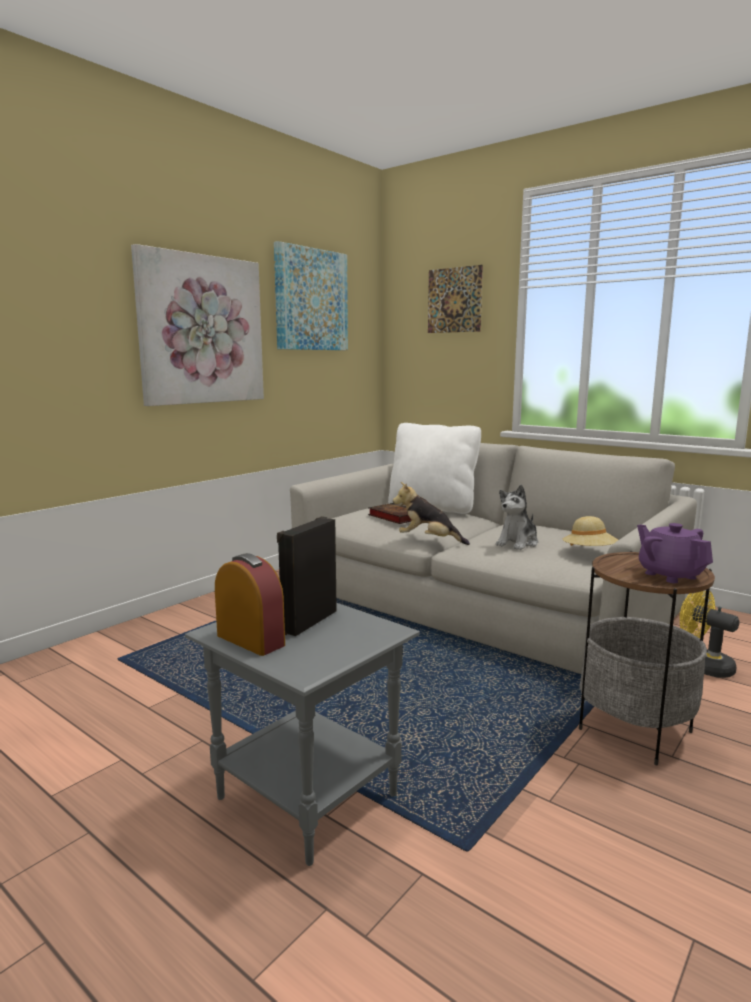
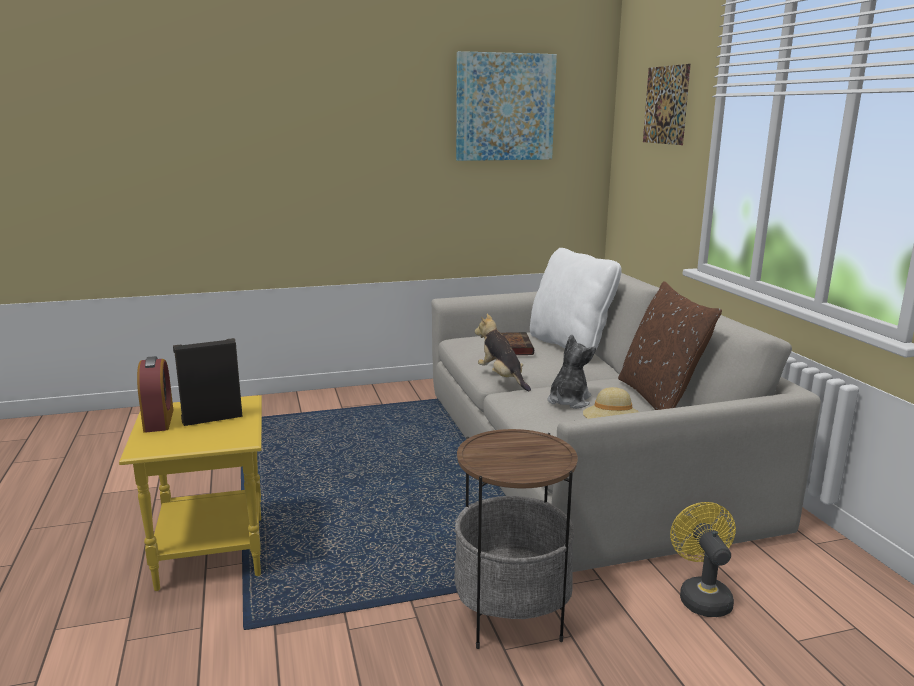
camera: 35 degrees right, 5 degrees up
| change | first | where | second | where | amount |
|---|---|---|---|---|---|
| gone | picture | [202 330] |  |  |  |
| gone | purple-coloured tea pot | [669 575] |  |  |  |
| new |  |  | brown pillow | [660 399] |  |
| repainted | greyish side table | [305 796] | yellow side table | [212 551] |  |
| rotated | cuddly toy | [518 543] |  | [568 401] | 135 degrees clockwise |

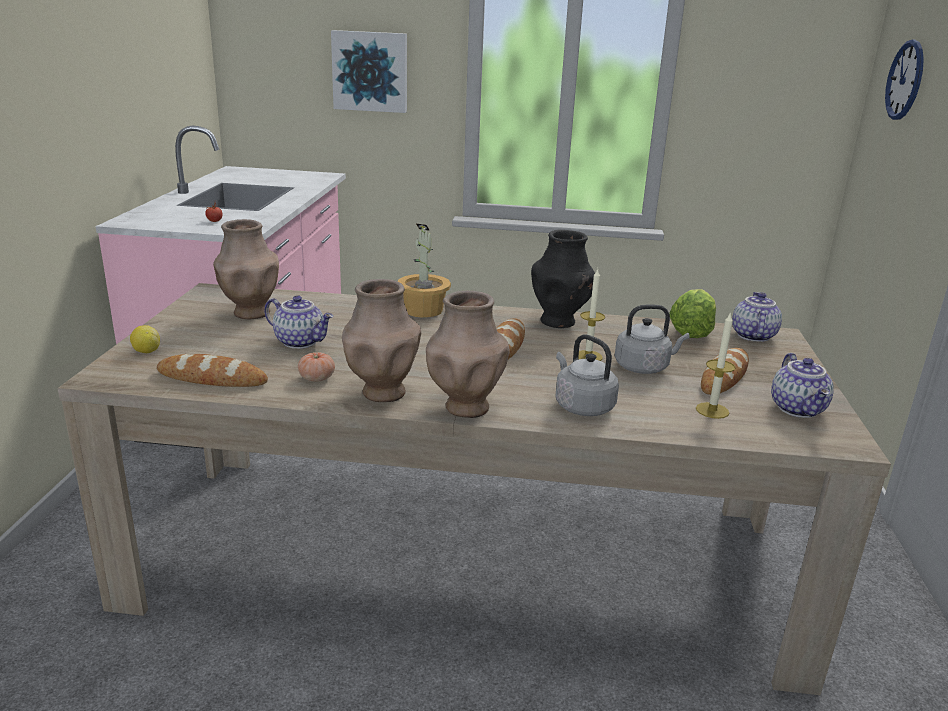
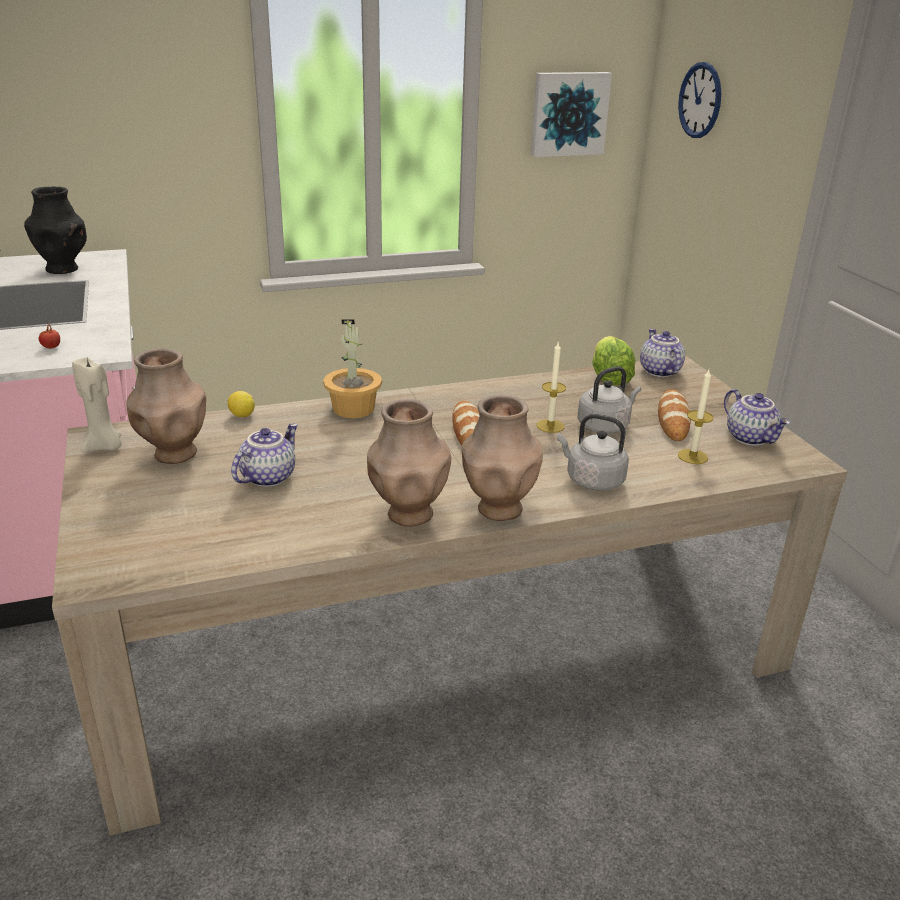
camera: 25 degrees left, 5 degrees up
| change | first | where | second | where | amount |
|---|---|---|---|---|---|
| gone | baked bread | [212 378] |  |  |  |
| gone | fresh tomato | [317 378] |  |  |  |
| new |  |  | beige-coloured candle | [104 447] |  |
| shifted | citrus fruit | [146 351] |  | [242 415] |  |
| shifted | picture | [370 71] |  | [568 114] |  |
| shifted | black flower vase | [558 322] |  | [63 269] |  |
| rotated | tea pot | [301 342] |  | [267 477] | 60 degrees counterclockwise |

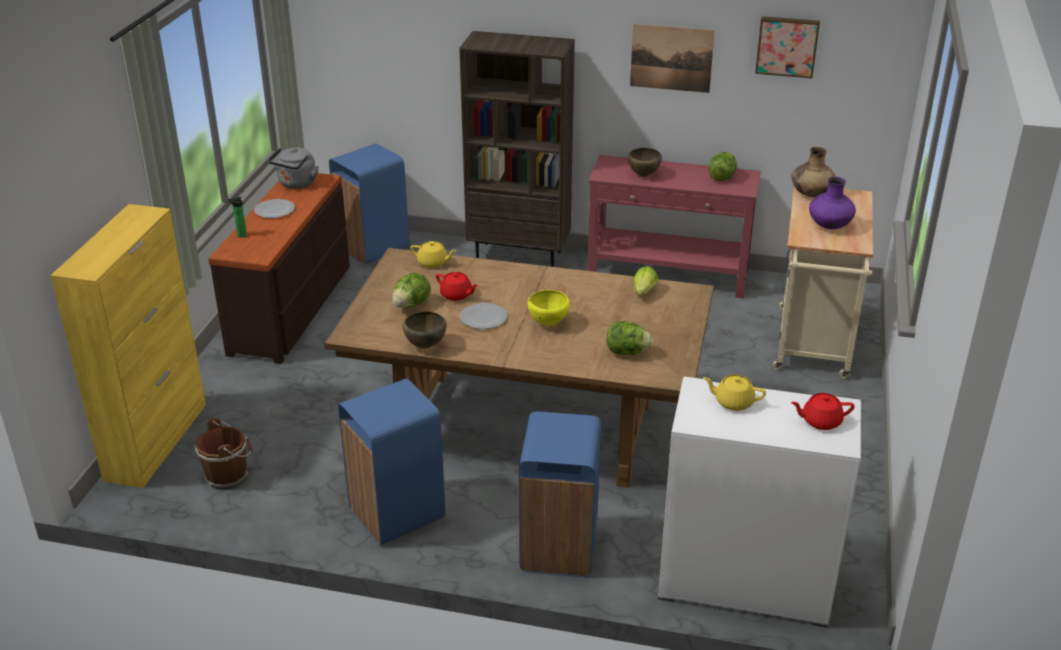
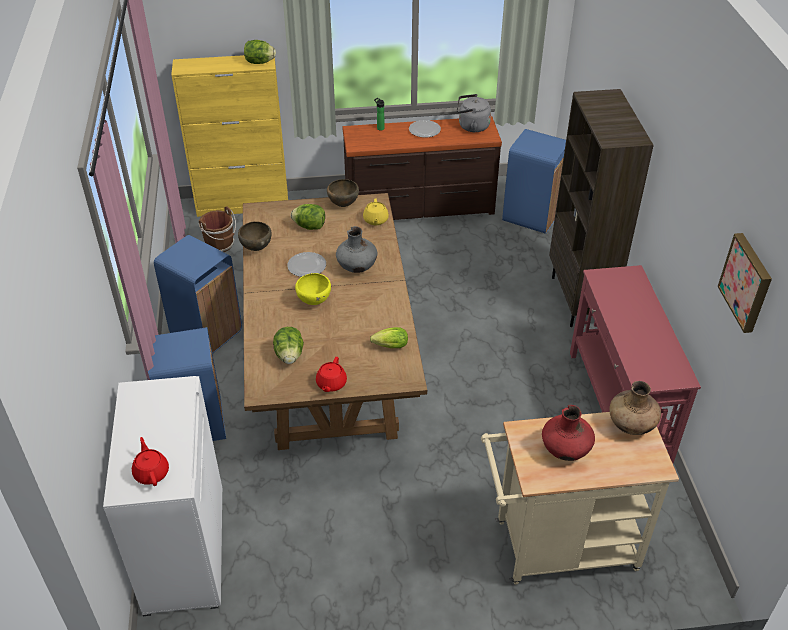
camera: 70 degrees right, 10 degrees up
| change | first | where | second | where | amount |
|---|---|---|---|---|---|
| gone | picture | [671 58] |  |  |  |
| gone | yellow tea pot | [733 402] |  |  |  |
| new |  |  | greyish flower vase | [357 267] |  |
| shifted | red tea pot | [456 295] |  | [331 384] |  |
| shifted | brown serving bowl | [643 175] |  | [343 205] |  |
| shifted | lettuce head | [721 177] |  | [259 62] |  |
| repainted | purple-coloured flower vase | [829 226] | red flower vase | [565 450] |  |

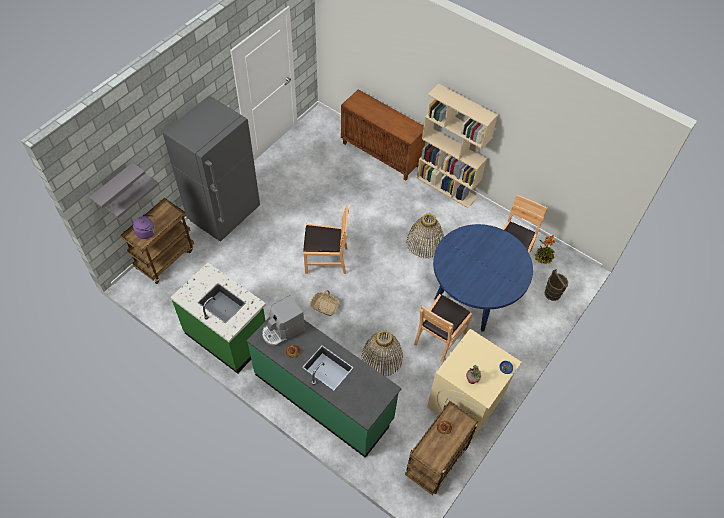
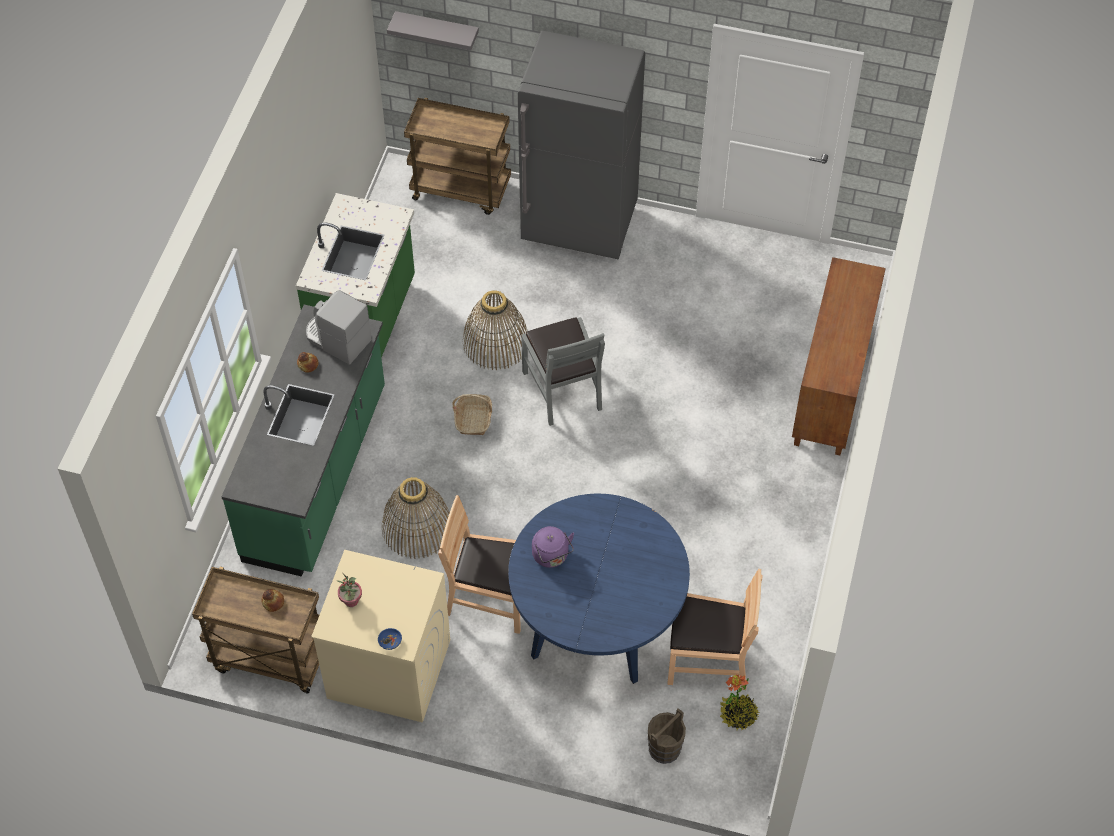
camera: 70 degrees right, 0 degrees up
| change | first | where | second | where | amount |
|---|---|---|---|---|---|
| gone | greyish bracket shelf | [128 196] |  |  |  |
| gone | beige-coloured bookshelf | [447 187] |  |  |  |
| shifted | purple-coloured tea kettle | [147 232] |  | [552 556] |  |
| shifted | basket | [425 243] |  | [495 342] |  |
| repainted | brown chair | [326 259] | greyish chair | [563 389] |  |

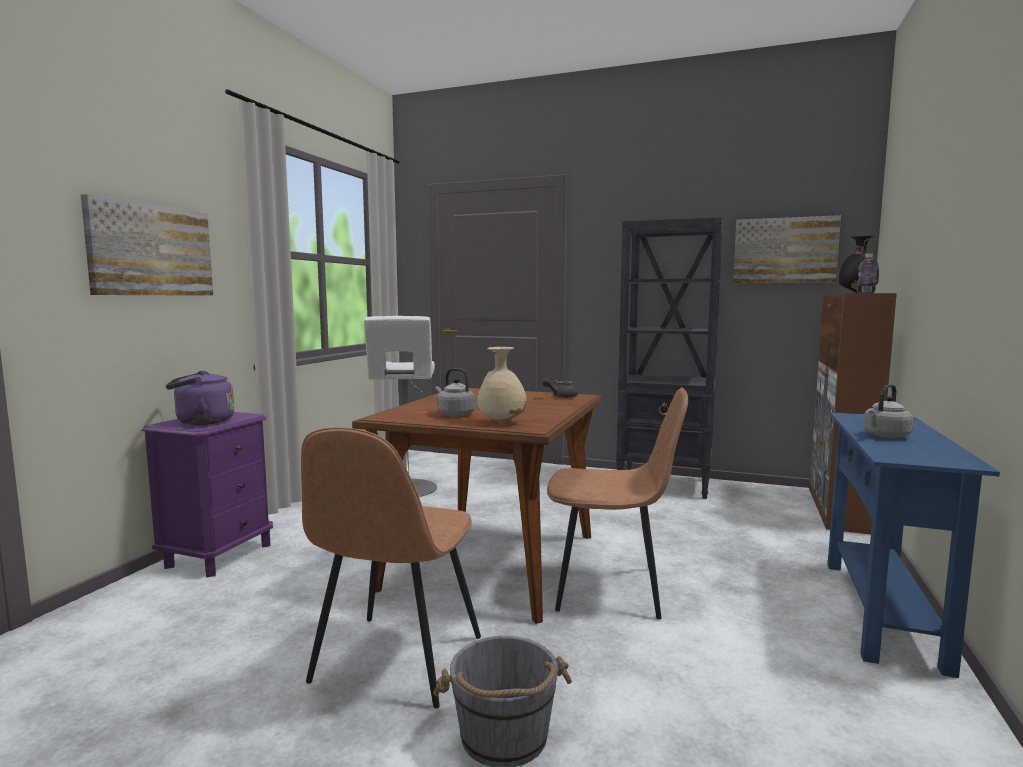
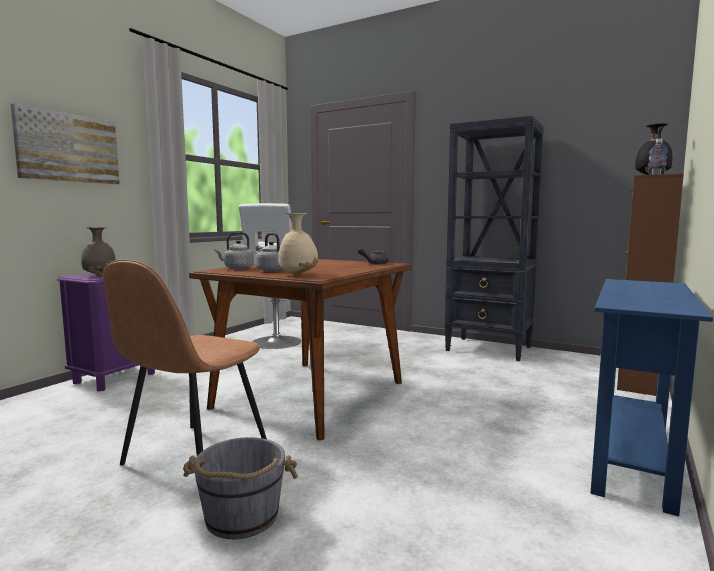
camera: 10 degrees right, 0 degrees up
| change | first | where | second | where | amount |
|---|---|---|---|---|---|
| gone | brown chair | [611 588] |  |  |  |
| gone | picture | [784 250] |  |  |  |
| shifted | greyish tea kettle | [885 436] |  | [237 268] |  |
| swapped | purple-coloured tea kettle | [201 422] | greyish flower vase | [99 275] |  |

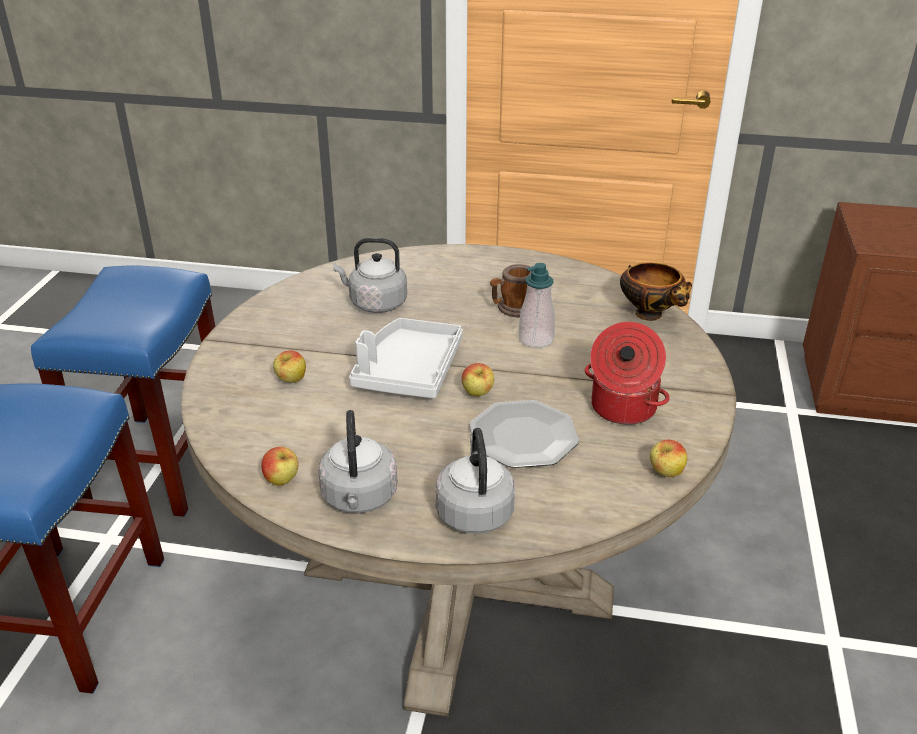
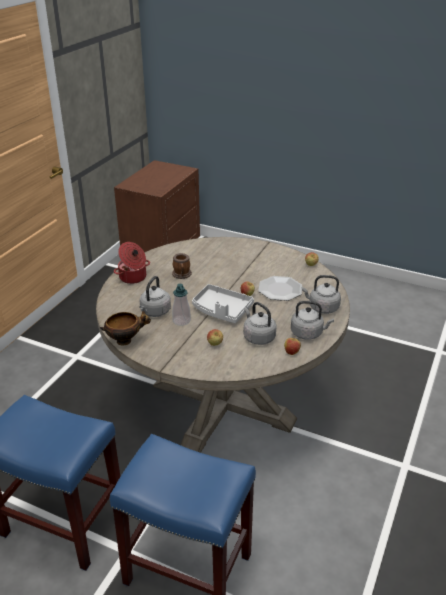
camera: 75 degrees left, 0 degrees up
| change | first | where | second | where | amount |
|---|---|---|---|---|---|
| new |  |  | greyish tea kettle | [258 337] |  |
| shifted | soap bottle | [536 339] |  | [181 321] |  |
| shifted | stockpot | [622 408] |  | [133 277] |  |
| shifted | serving bowl | [651 315] |  | [125 340] |  |

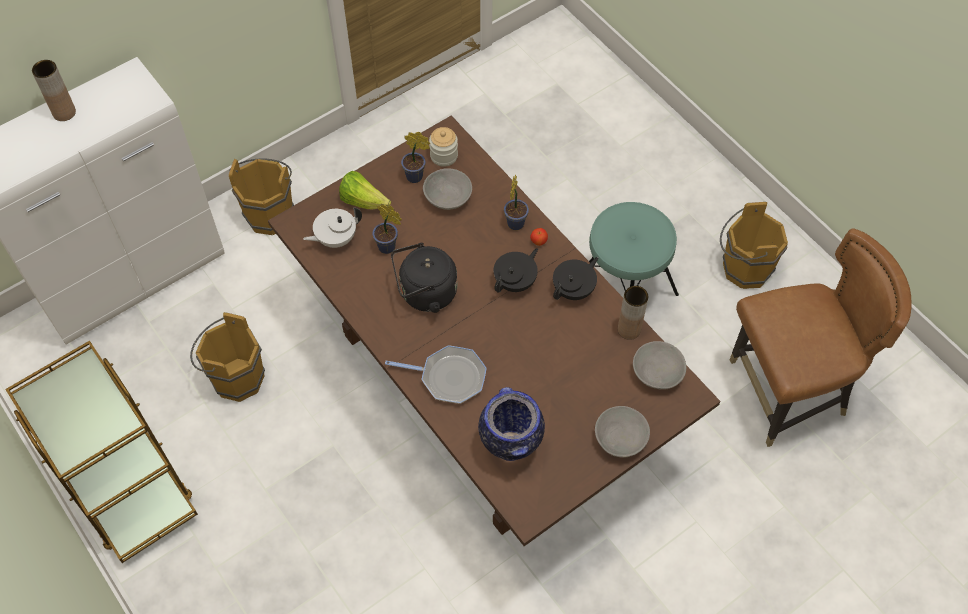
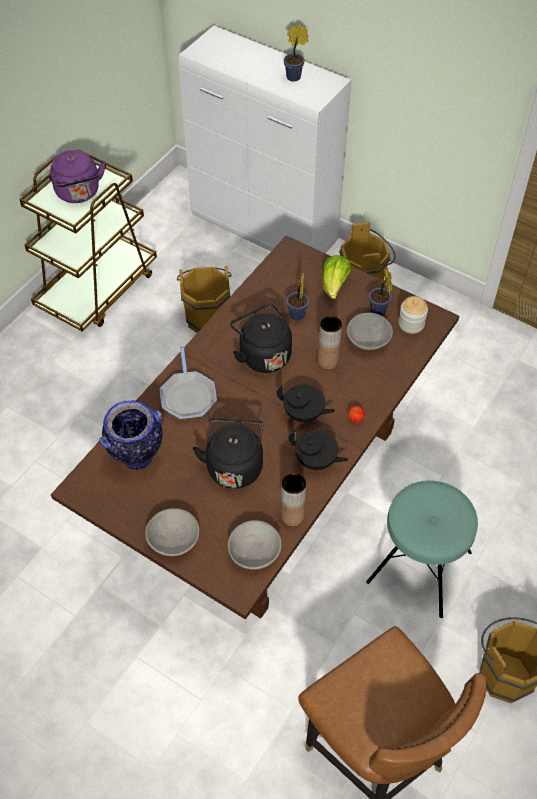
camera: 70 degrees right, 5 degrees down
| change | first | where | second | where | amount |
|---|---|---|---|---|---|
| gone | white tea pot | [335 238] |  |  |  |
| new |  |  | purple-coloured tea kettle | [79 194] |  |
| new |  |  | black tea kettle | [234 465] |  |
| shifted | brown flower vase | [64 112] |  | [328 361] |  |
| shifted | houseplant | [516 221] |  | [295 77] |  |

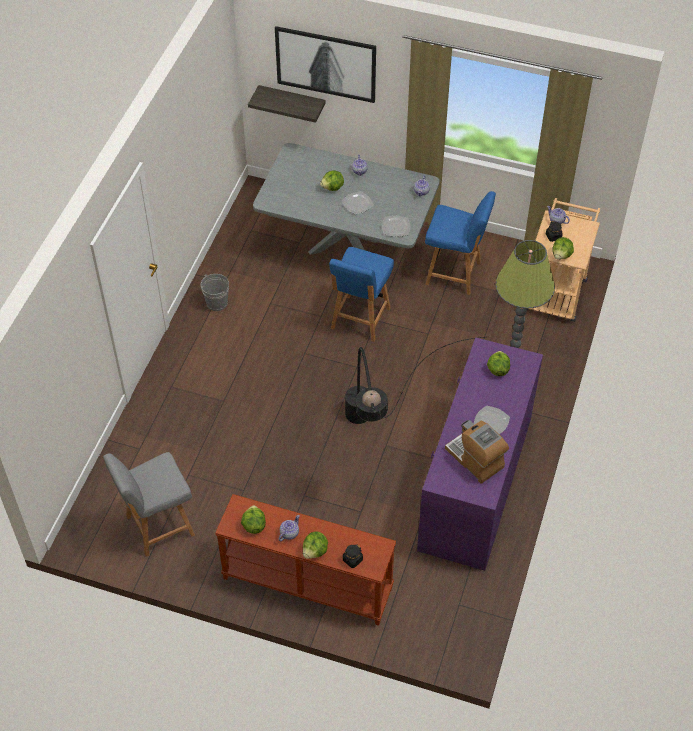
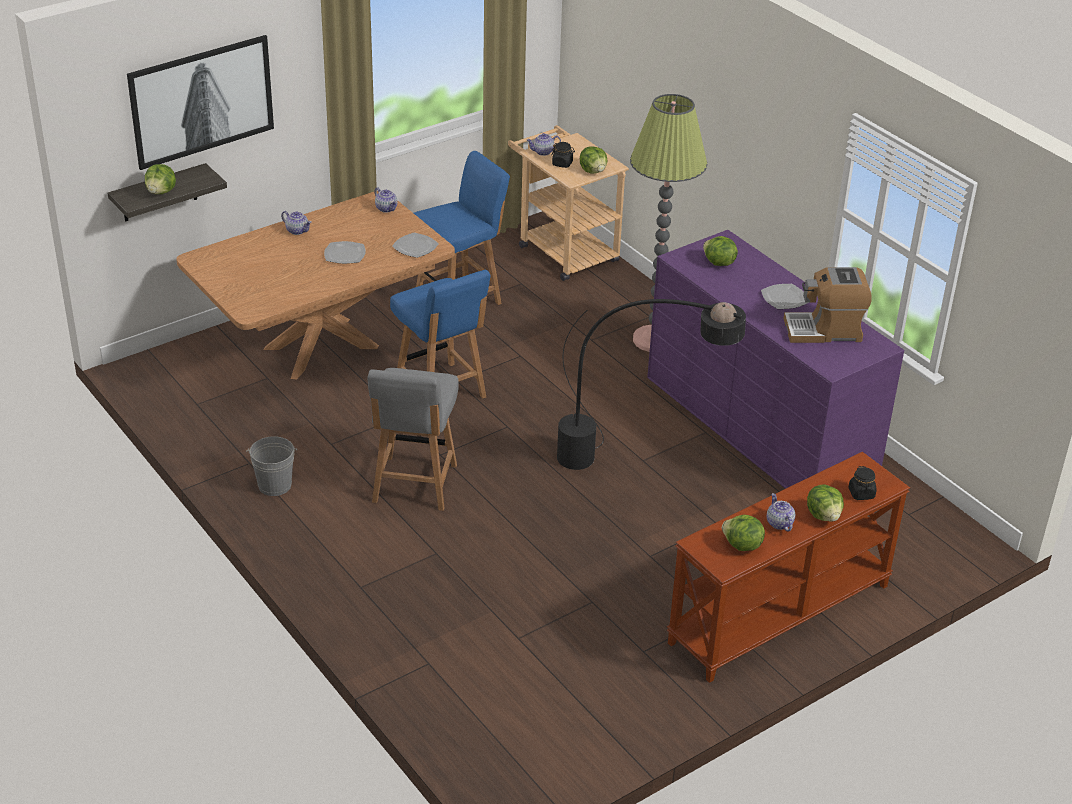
camera: 55 degrees left, 15 degrees down
| change | first | where | second | where | amount |
|---|---|---|---|---|---|
| shifted | greyish chair | [158 526] |  | [414 485] |  |
| shifted | lettuce head | [332 188] |  | [161 192] |  |
| repainted | greyish kitchen table | [347 246] | brown kitchen table | [322 348] |  |

